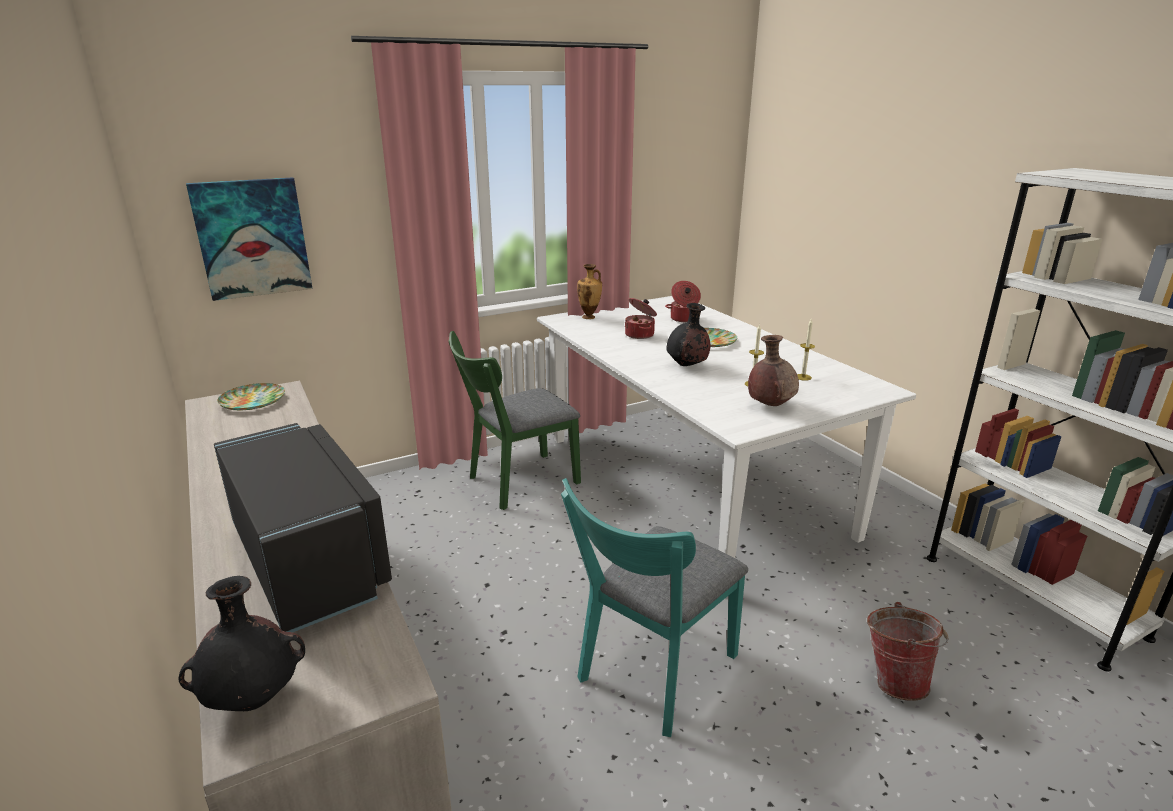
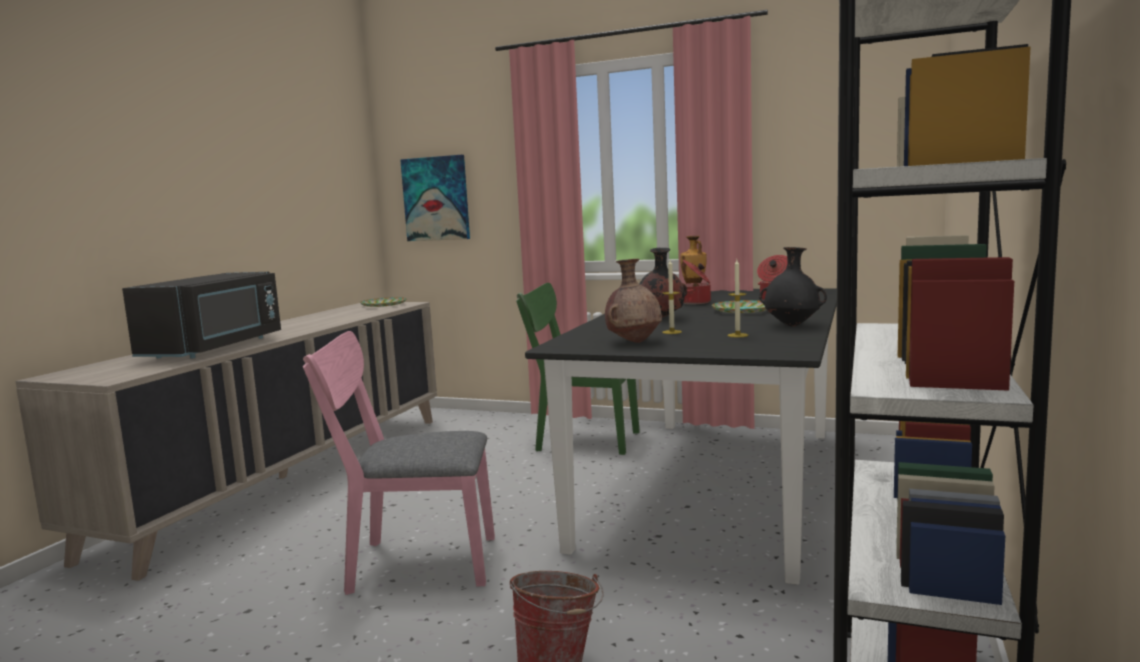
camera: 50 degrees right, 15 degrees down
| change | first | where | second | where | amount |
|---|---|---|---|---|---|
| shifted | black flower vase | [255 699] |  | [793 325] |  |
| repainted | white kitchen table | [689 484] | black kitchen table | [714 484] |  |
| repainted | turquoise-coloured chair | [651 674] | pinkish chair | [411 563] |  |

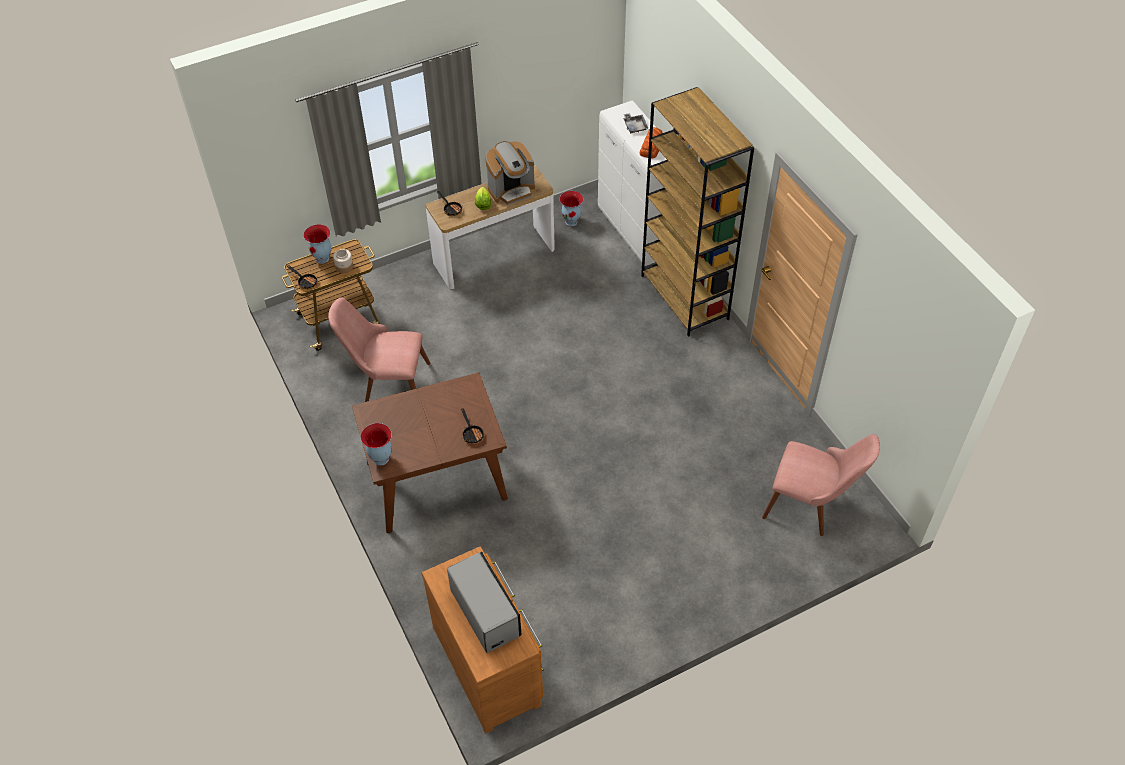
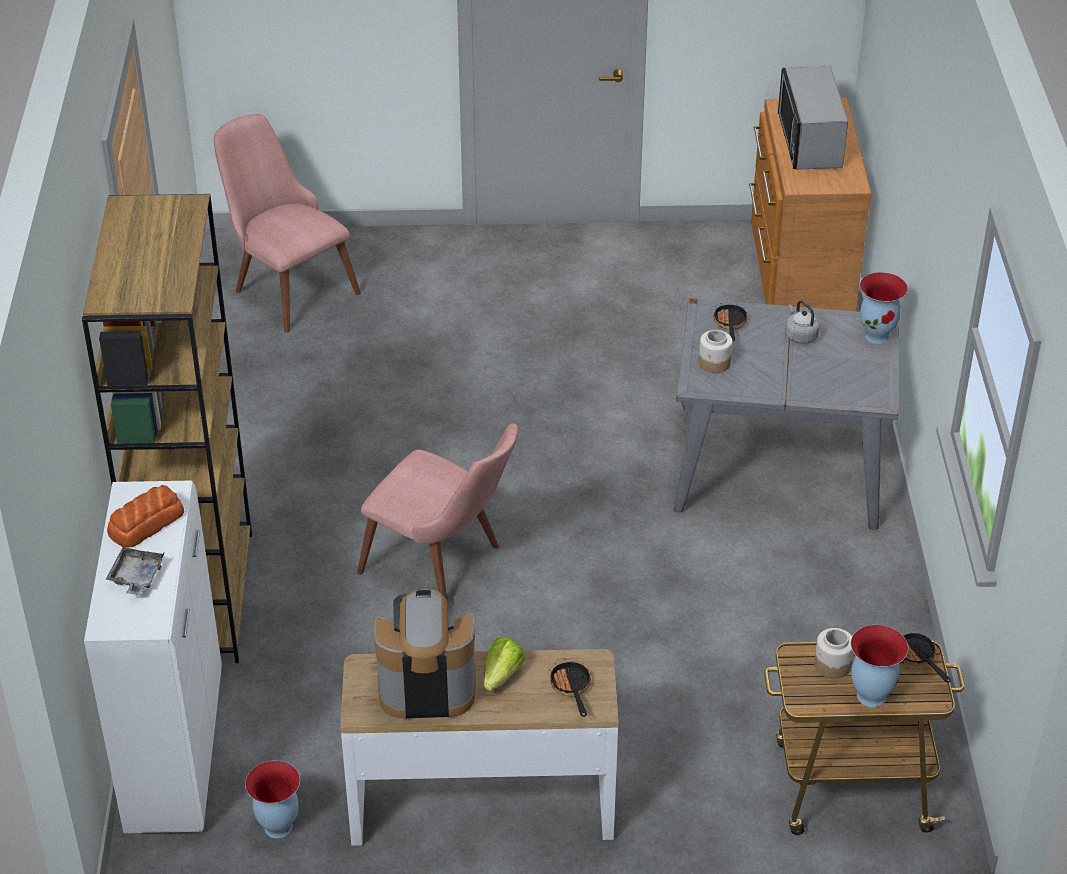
camera: 155 degrees left, 10 degrees down
| change | first | where | second | where | amount |
|---|---|---|---|---|---|
| new |  |  | jar | [714 363] |  |
| new |  |  | greyish tea kettle | [800 335] |  |
| shifted | pinkish chair | [387 383] |  | [445 564] |  |
| repainted | brown kitchen table | [437 480] | greyish kitchen table | [776 472] |  |

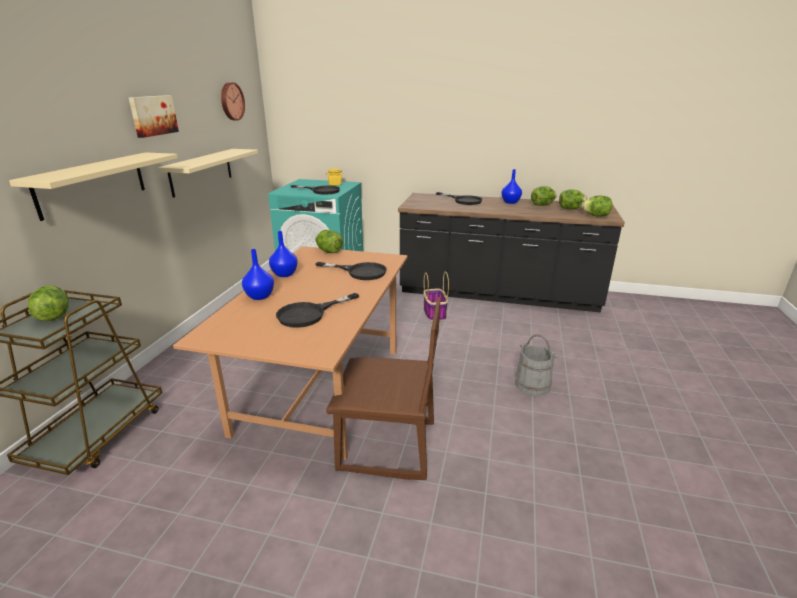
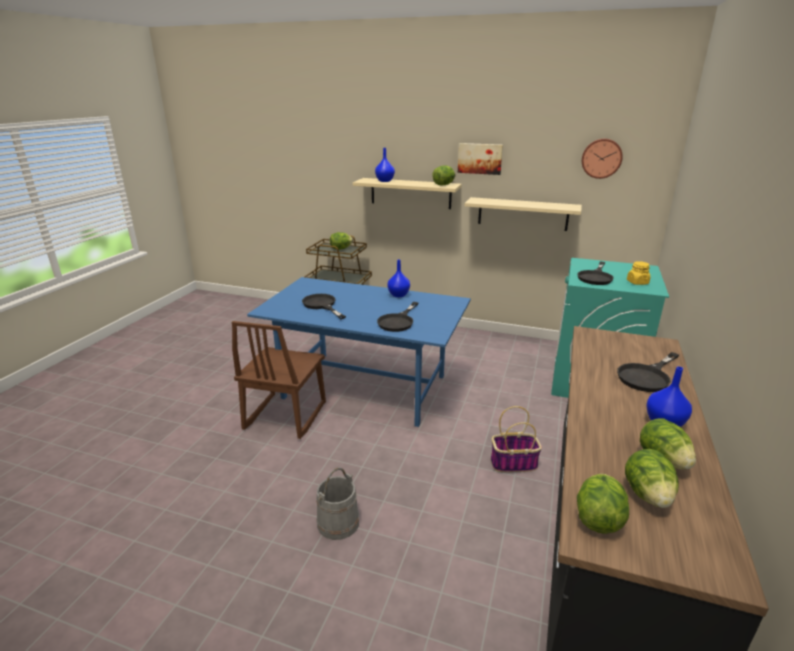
camera: 95 degrees right, 0 degrees up
| change | first | where | second | where | amount |
|---|---|---|---|---|---|
| shifted | blue flower vase | [260 296] |  | [384 181] |  |
| shifted | lettuce head | [329 252] |  | [444 185] |  |
| repainted | brown kitchen table | [322 390] | blue kitchen table | [364 387] |  |

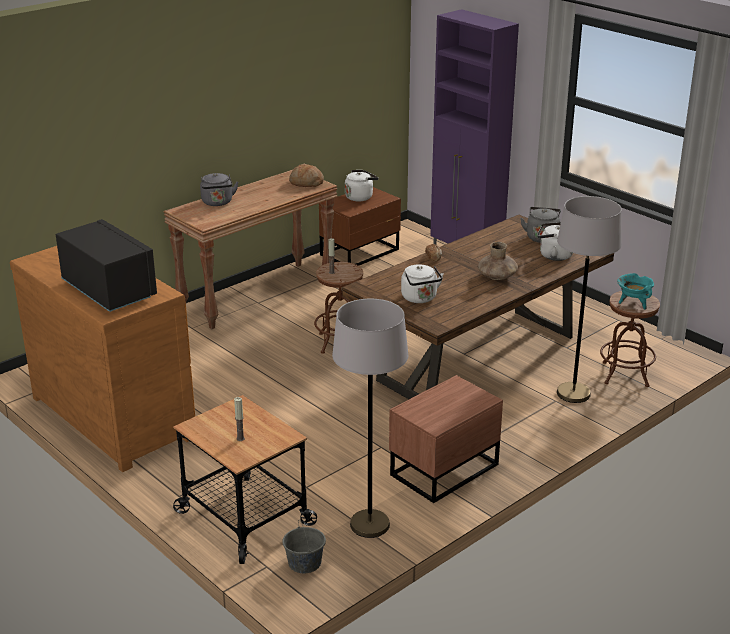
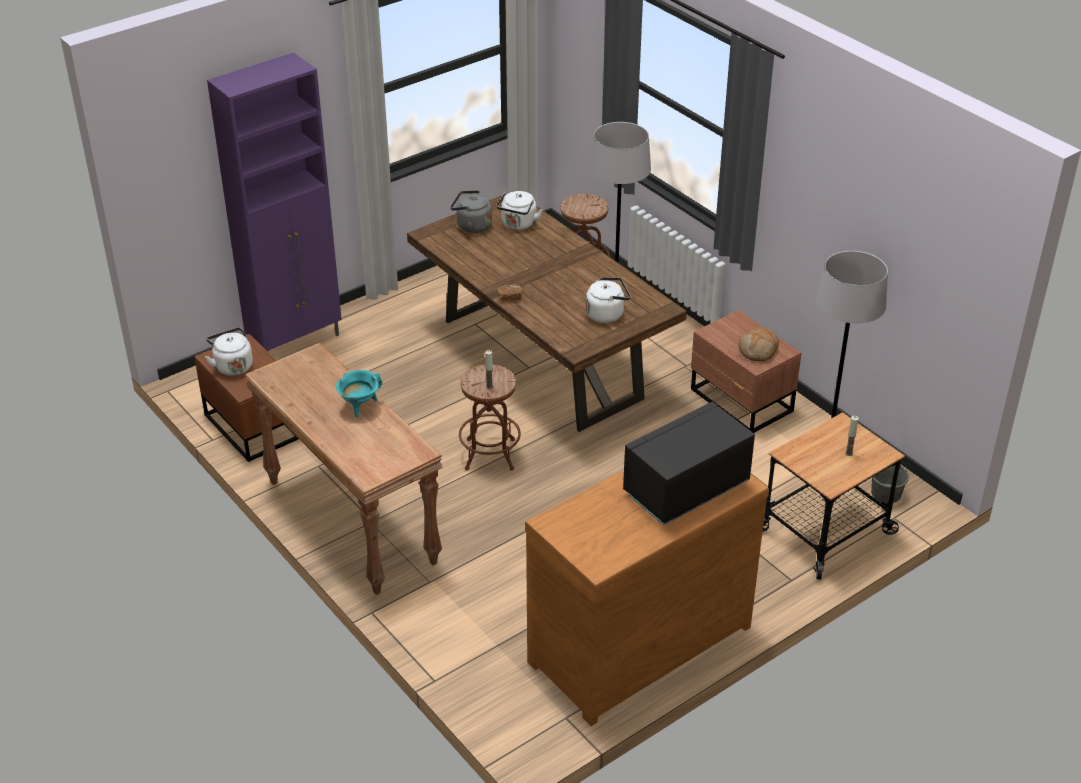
camera: 85 degrees left, 10 degrees up
| change | first | where | second | where | amount |
|---|---|---|---|---|---|
| gone | greyish tea kettle | [217 203] |  |  |  |
| gone | brown flower vase | [497 276] |  |  |  |
| shifted | baked bread | [306 183] |  | [758 350] |  |
| shifted | turquoise-coloured stockpot | [633 303] |  | [360 406] |  |

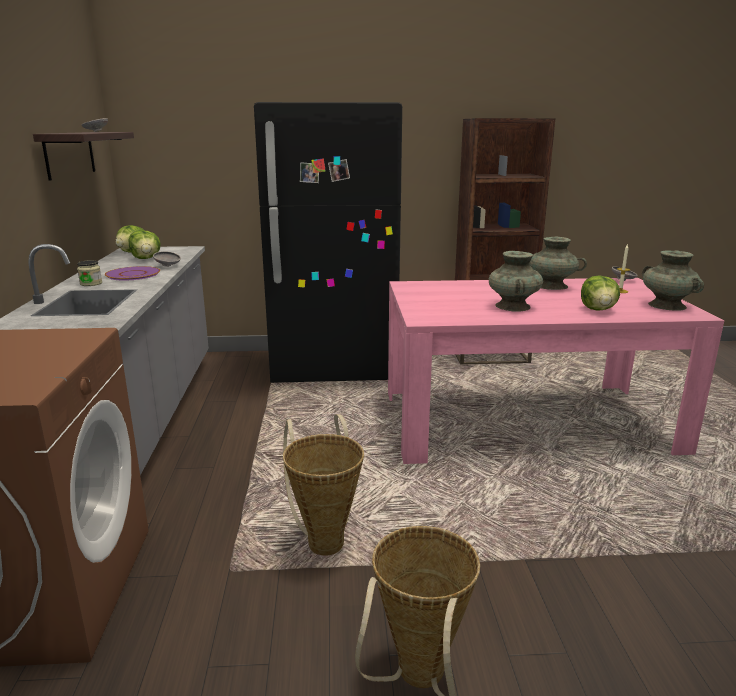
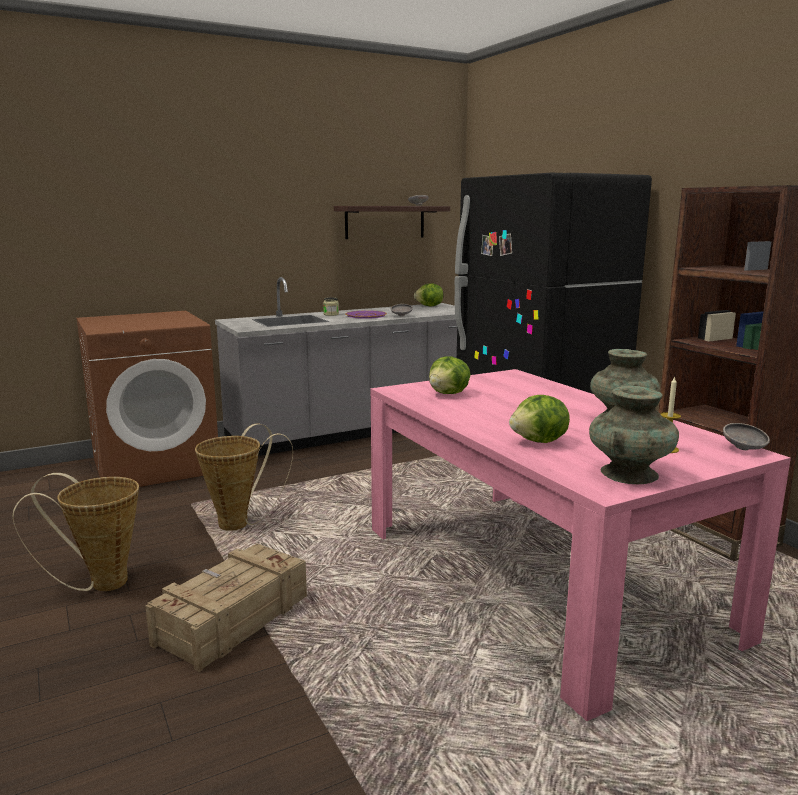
camera: 65 degrees right, 5 degrees down
| change | first | where | second | where | amount |
|---|---|---|---|---|---|
| gone | turquoise-coloured flower vase | [512 306] |  |  |  |
| new |  |  | packing crate | [231 620] |  |
| shifted | lettuce head | [146 258] |  | [449 394] |  |

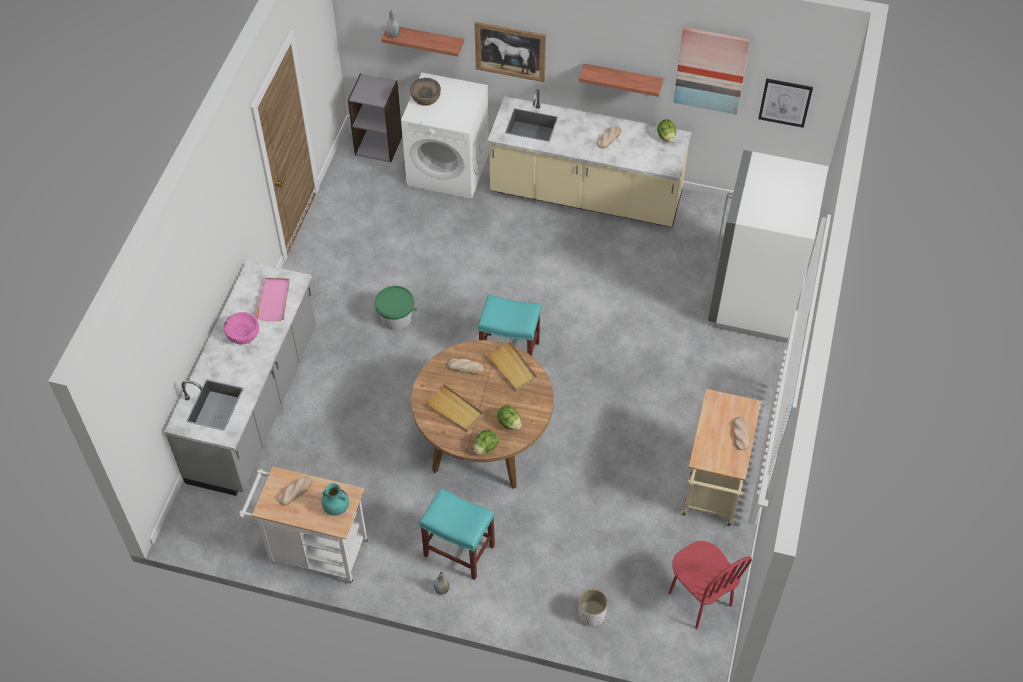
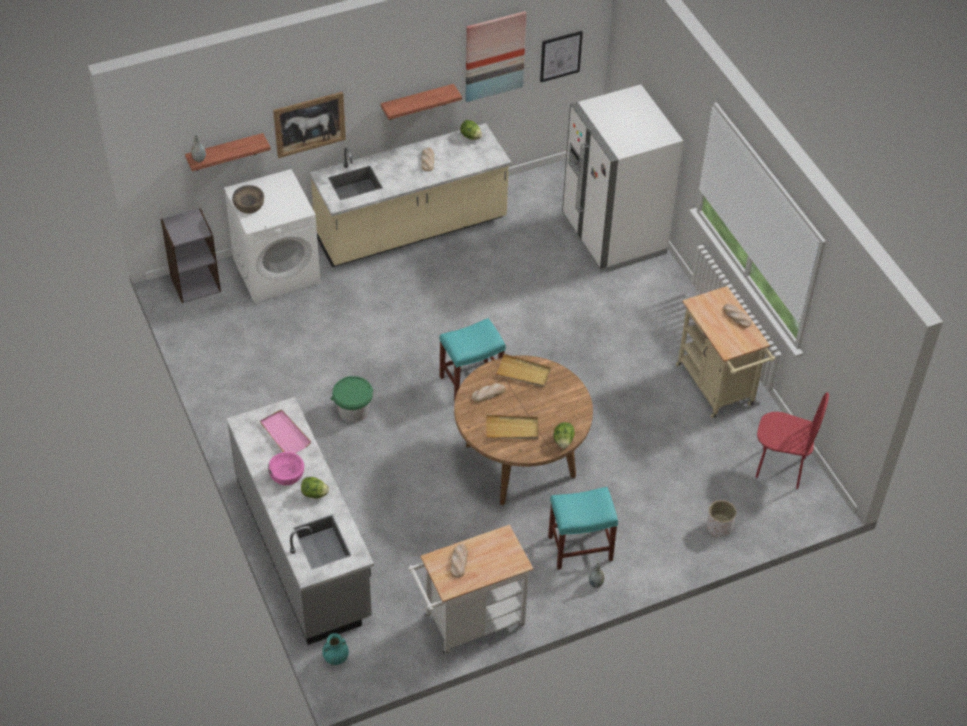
camera: 40 degrees left, 5 degrees down
| change | first | where | second | where | amount |
|---|---|---|---|---|---|
| shifted | turquoise-coloured flower vase | [336 508] |  | [335 658] |  |
| shifted | lettuce head | [509 423] |  | [314 494] |  |

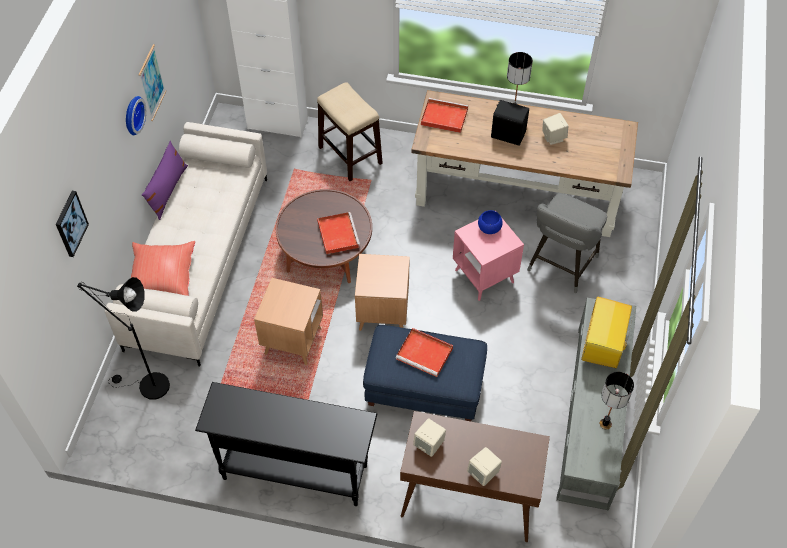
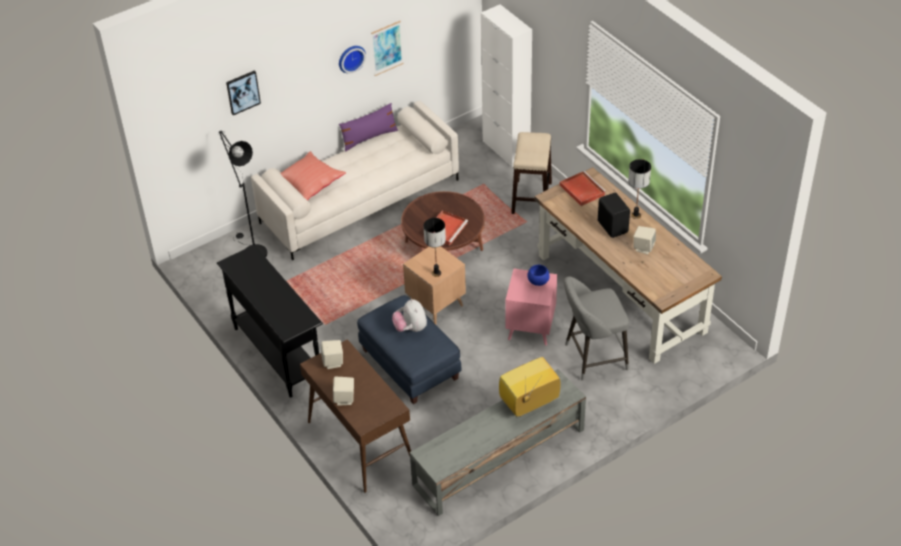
camera: 45 degrees right, 10 degrees down
| change | first | where | second | where | amount |
|---|---|---|---|---|---|
| gone | brown side table | [293 341] |  |  |  |
| shifted | tabletop lamp | [605 423] |  | [436 273] |  |
| swapped | red serving tray | [425 354] | cuddly toy | [410 328] |  |

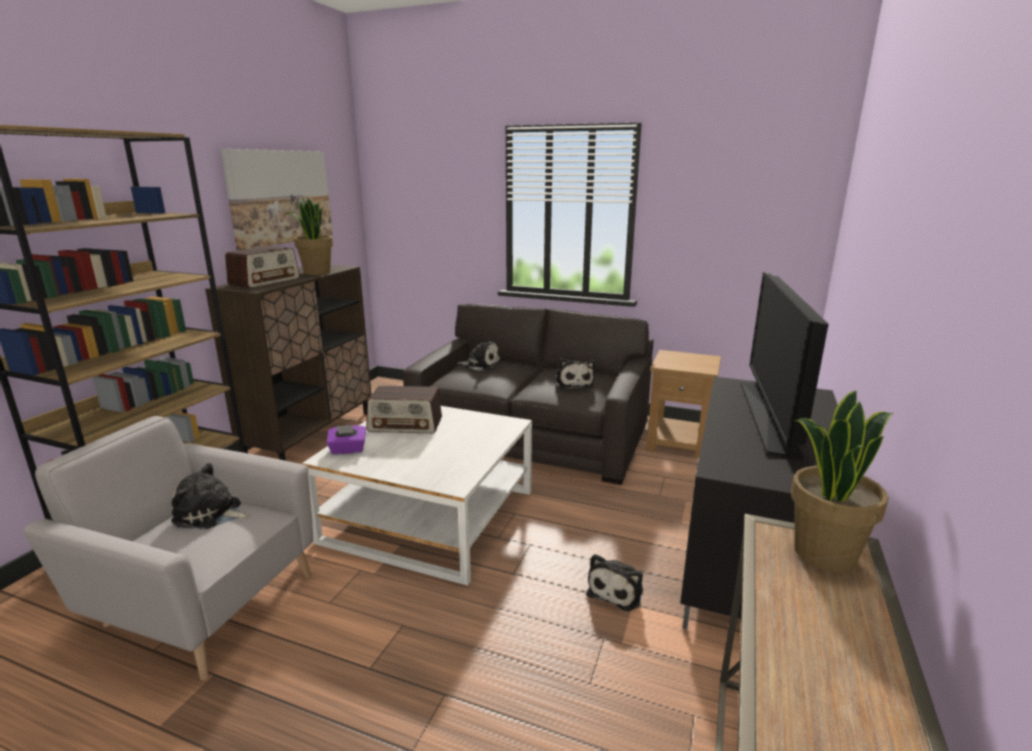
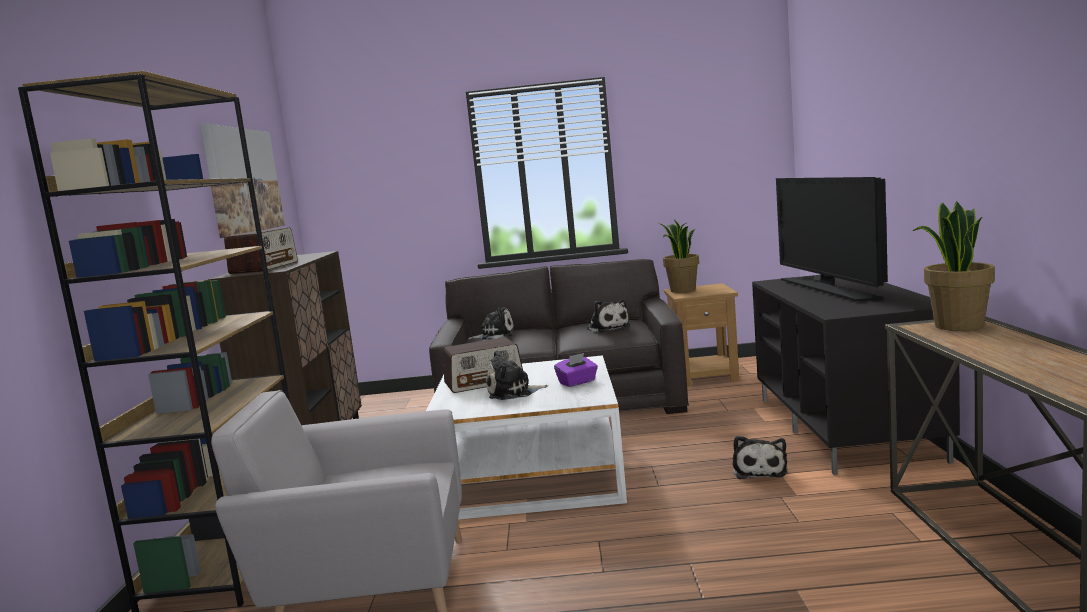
camera: 20 degrees left, 10 degrees down
| change | first | where | second | where | amount |
|---|---|---|---|---|---|
| shifted | cuddly toy | [211 514] |  | [513 392] |  |
| shifted | houseplant | [316 273] |  | [682 290] |  |
| shifted | purple-coloured tissue holder | [348 450] |  | [577 382] |  |

